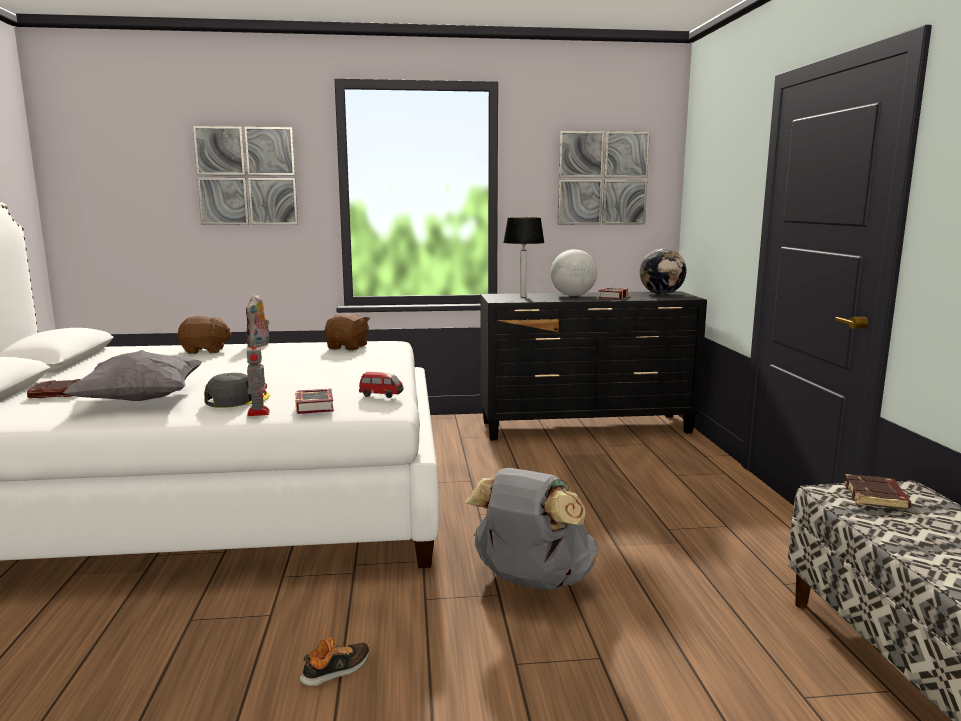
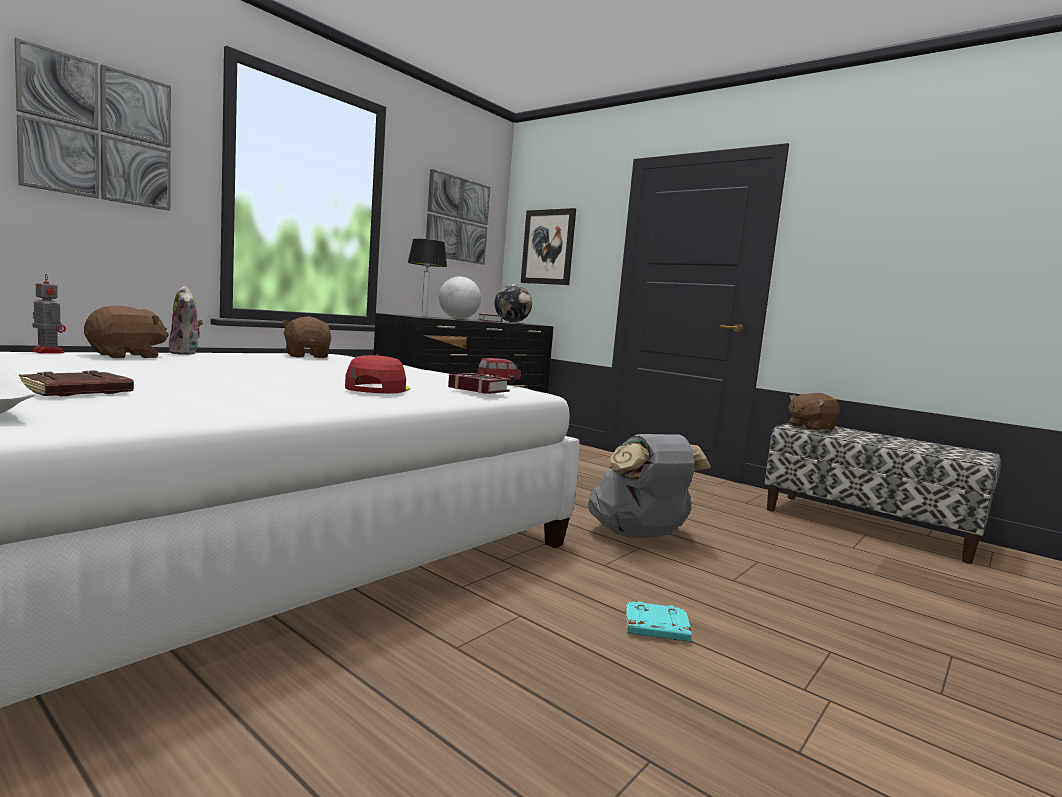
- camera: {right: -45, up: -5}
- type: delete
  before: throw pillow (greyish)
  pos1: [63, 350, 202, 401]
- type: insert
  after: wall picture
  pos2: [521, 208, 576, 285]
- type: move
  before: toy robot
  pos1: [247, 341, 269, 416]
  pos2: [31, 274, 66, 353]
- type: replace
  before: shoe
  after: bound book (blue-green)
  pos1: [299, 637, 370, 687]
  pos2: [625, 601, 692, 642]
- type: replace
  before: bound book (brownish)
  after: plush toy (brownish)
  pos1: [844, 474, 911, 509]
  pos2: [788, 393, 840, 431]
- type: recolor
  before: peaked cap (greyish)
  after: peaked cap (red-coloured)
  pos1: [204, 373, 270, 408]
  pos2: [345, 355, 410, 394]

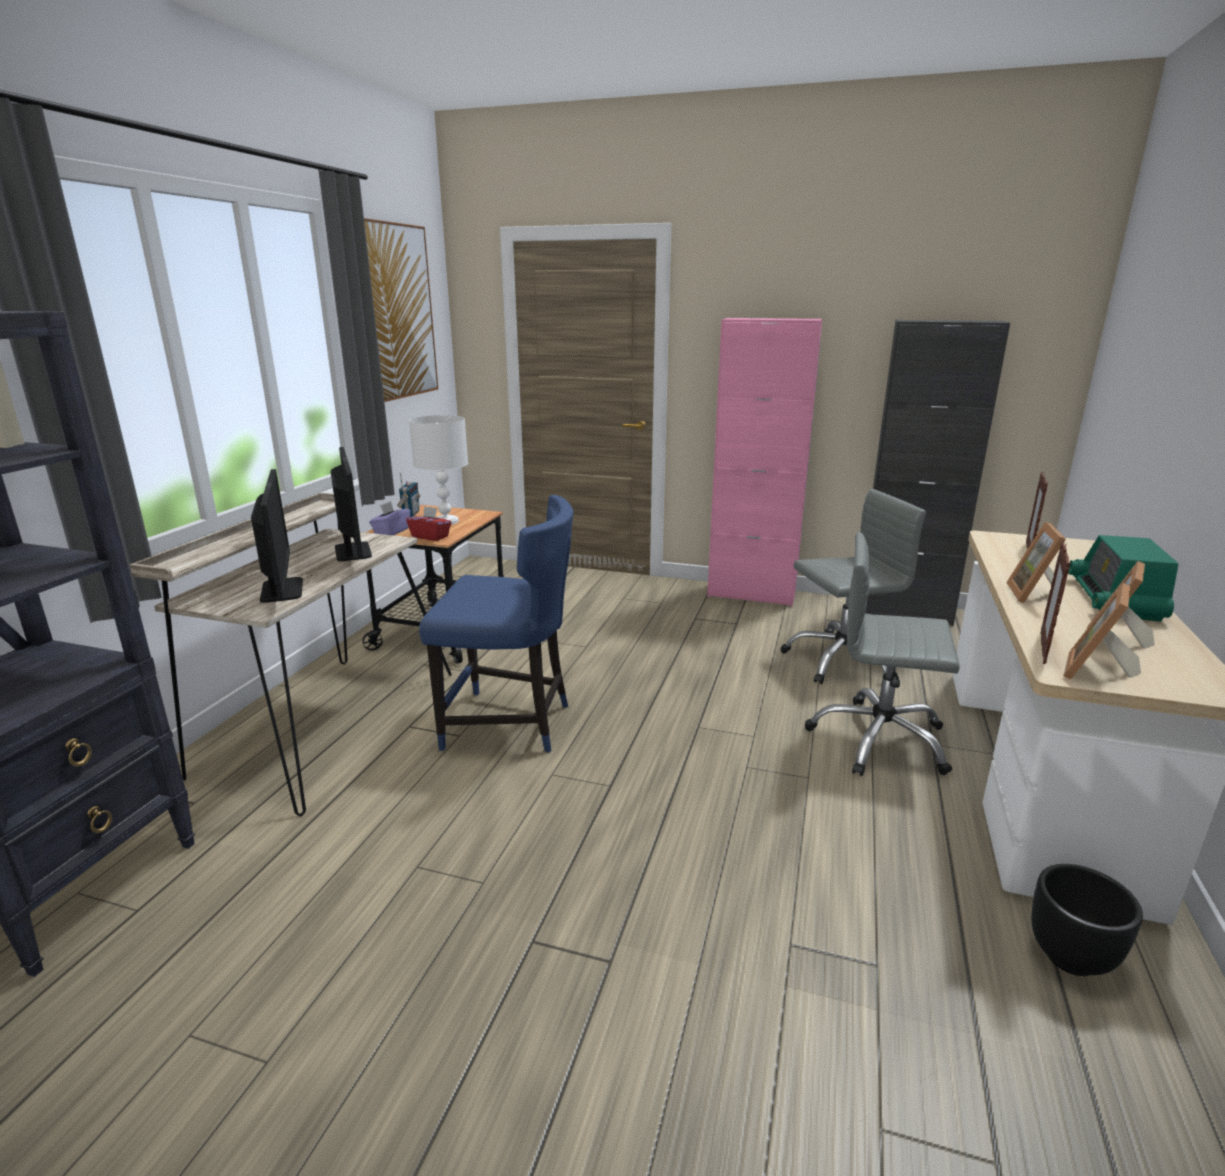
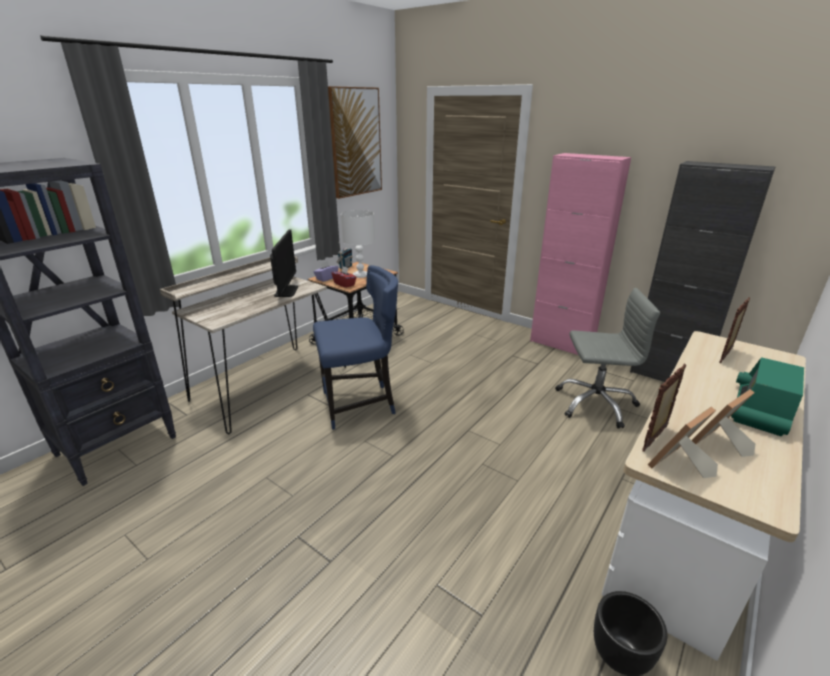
- camera: {right: 20, up: 5}
- type: delete
  before: computer display
  pos1: [251, 469, 303, 603]
- type: delete
  before: office chair (greyish)
  pos1: [805, 532, 960, 776]
- type: delete
  before: photo frame
  pos1: [1006, 522, 1066, 603]
- type: rotate
  before: plain chair (blue-coloured)
  pos1: [419, 495, 574, 753]
  pos2: [313, 265, 398, 430]
  turn: -45

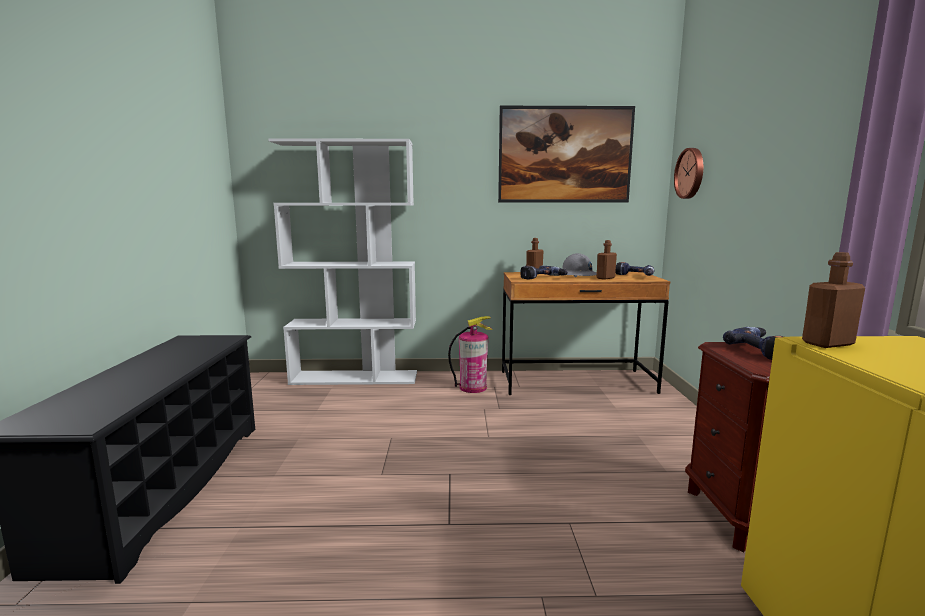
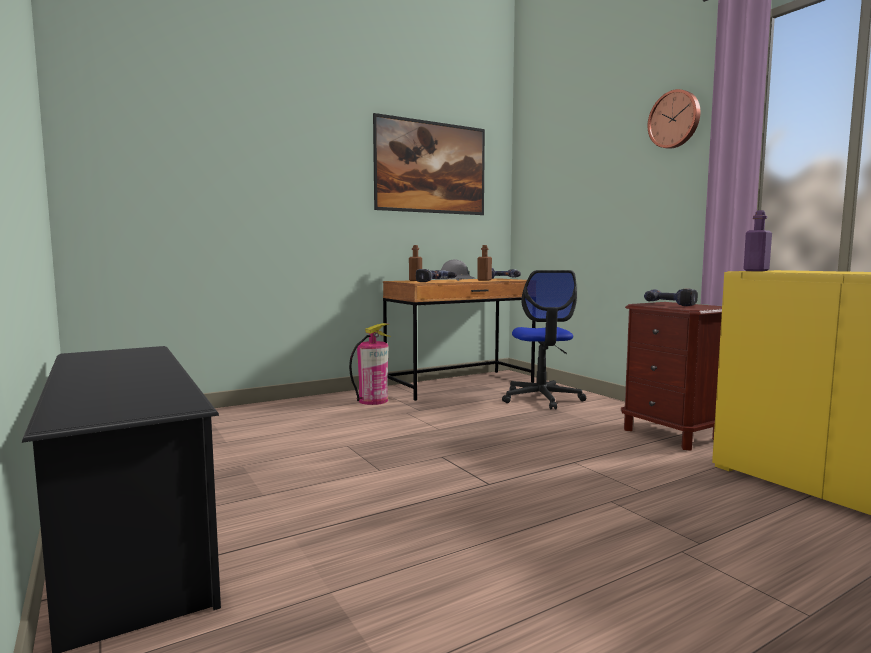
- camera: {right: -30, up: -5}
- type: delete
  before: bookshelf (white-coloured)
  pos1: [268, 138, 417, 385]
- type: insert
  after: office chair
  pos2: [502, 270, 586, 410]
- type: move
  before: clock on the wall
  pos1: [674, 148, 703, 199]
  pos2: [648, 89, 700, 149]
- type: recolor
  before: drink bottle (brownish)
  after: drink bottle (purplish)
  pos1: [802, 252, 865, 348]
  pos2: [743, 210, 772, 271]

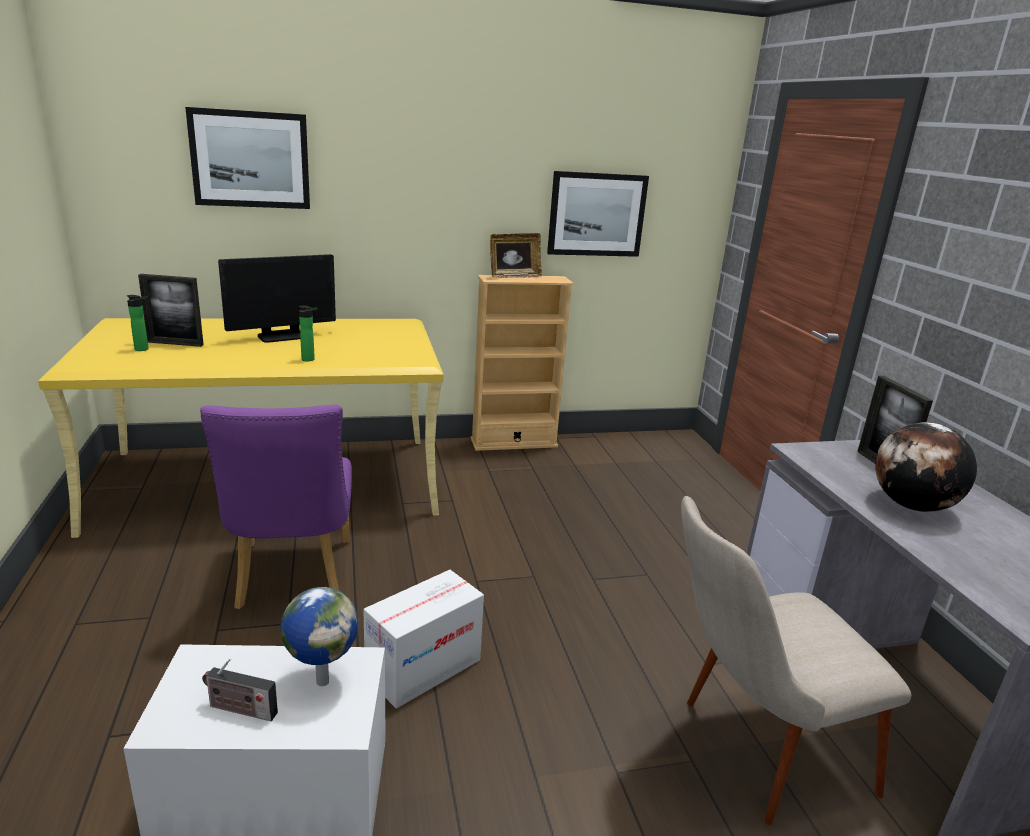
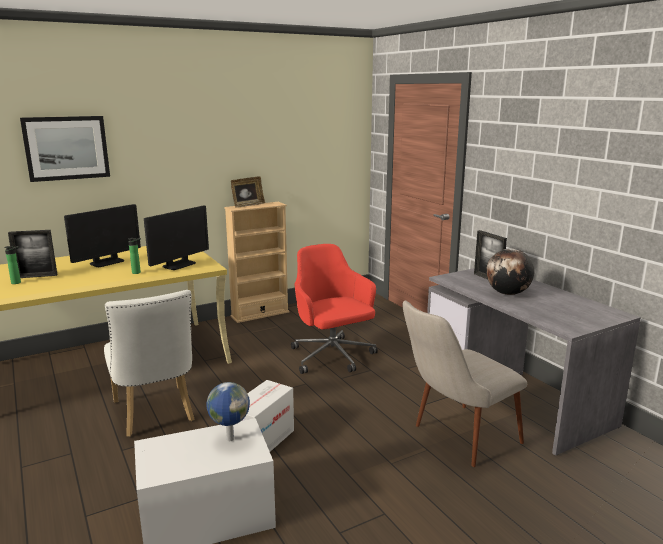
- camera: {right: -15, up: -5}
- type: delete
  before: radio receiver
  pos1: [202, 658, 278, 721]
- type: delete
  before: wall picture
  pos1: [547, 171, 649, 257]
- type: insert
  after: computer display
  pos2: [144, 205, 209, 270]
- type: insert
  after: office chair (red-coloured)
  pos2: [291, 244, 378, 374]
- type: recolor
  before: plain chair (purplish)
  after: plain chair (white-coloured)
  pos1: [200, 405, 352, 609]
  pos2: [104, 290, 195, 437]

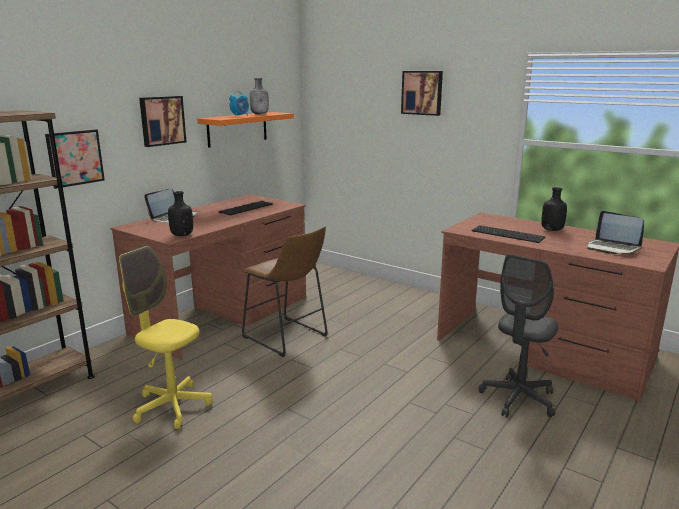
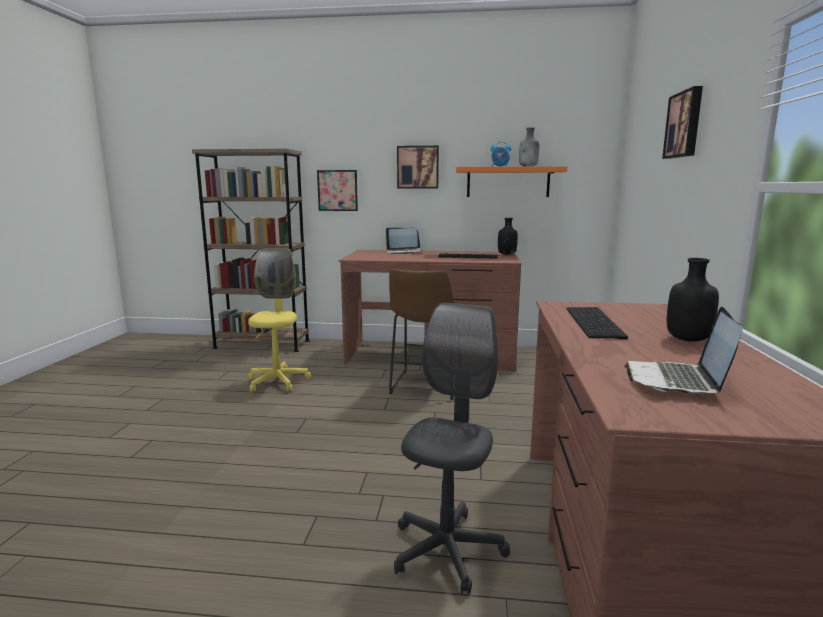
- camera: {right: 60, up: -5}
- type: move
  before: drink bottle (black-coloured)
  pos1: [168, 191, 193, 236]
  pos2: [498, 218, 518, 255]
- type: rotate
  before: office chair (greyish)
  pos1: [479, 255, 558, 417]
  pos2: [394, 303, 510, 594]
  turn: 105

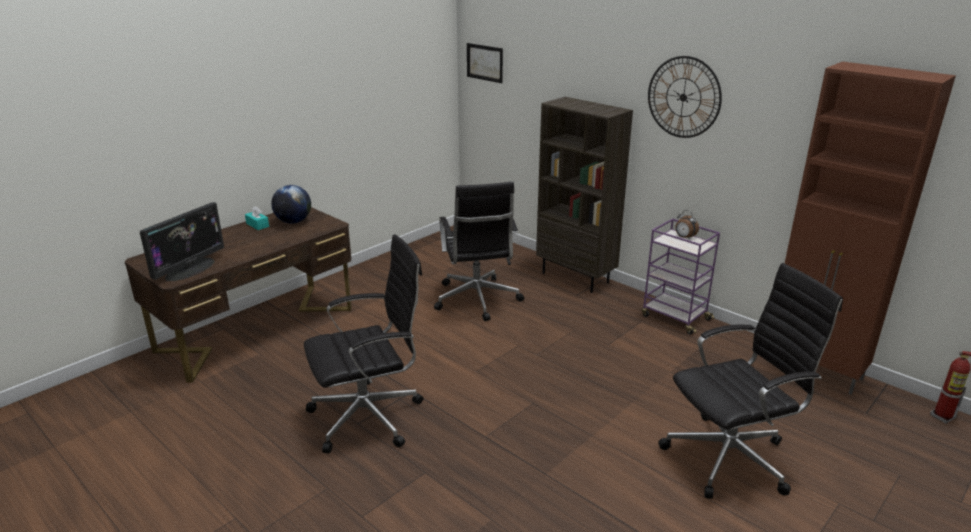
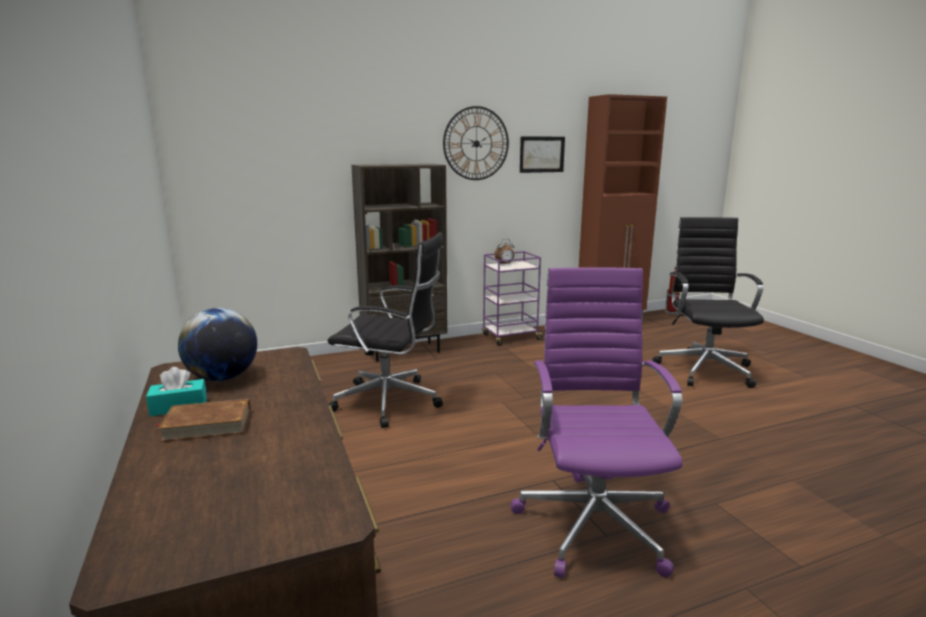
- camera: {right: -65, up: -10}
- type: delete
  before: computer display
  pos1: [140, 202, 224, 281]
- type: insert
  after: bound book (brownish)
  pos2: [155, 399, 251, 442]
- type: move
  before: wall picture
  pos1: [467, 43, 503, 83]
  pos2: [520, 136, 565, 173]
- type: recolor
  before: office chair (black-coloured)
  after: office chair (purplish)
  pos1: [304, 234, 423, 453]
  pos2: [511, 267, 683, 578]

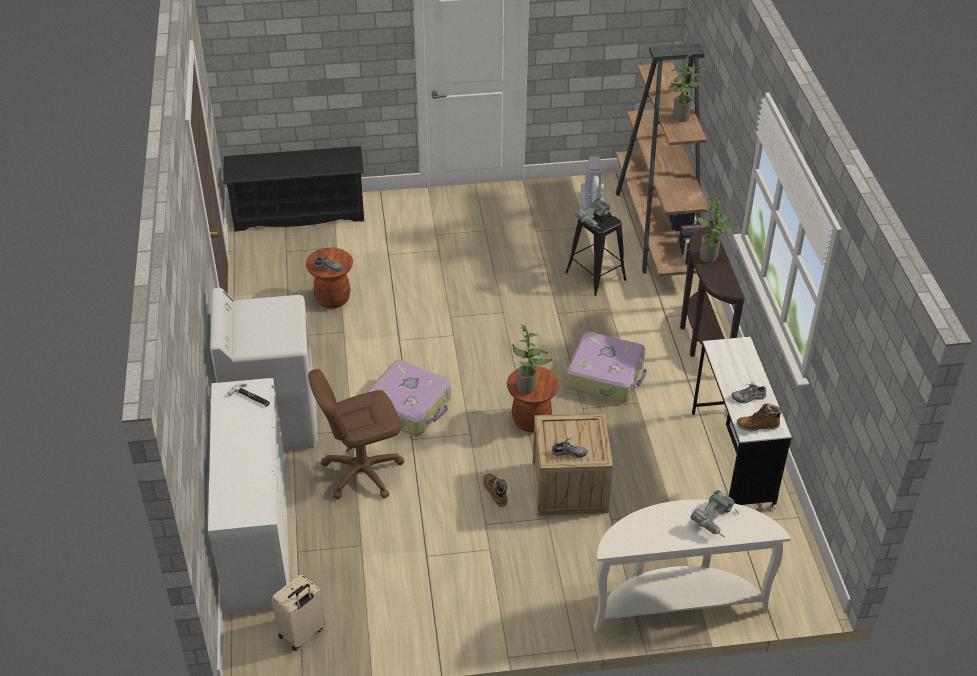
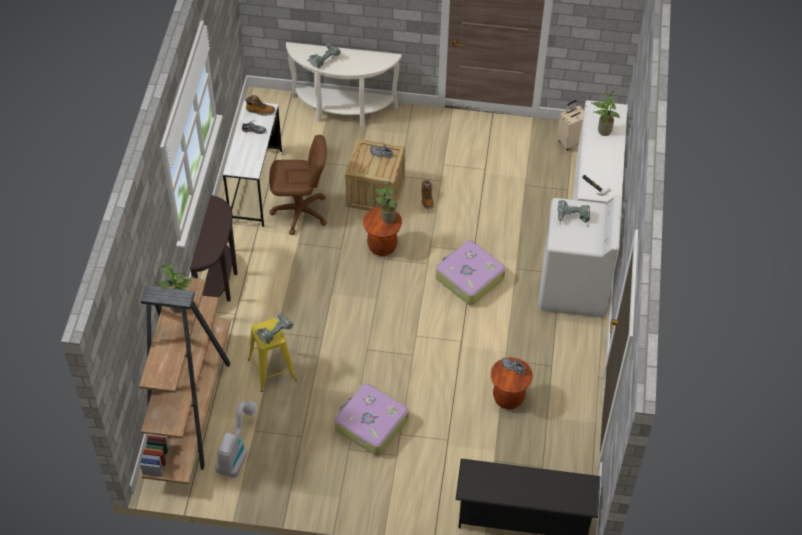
- camera: {right: -165, up: 10}
- type: insert
  after: electric drill
  pos2: [557, 200, 590, 227]
- type: move
  before: office chair (brownish)
  pos1: [308, 369, 404, 499]
  pos2: [269, 135, 327, 235]
- type: move
  before: suitcase
  pos1: [566, 332, 647, 402]
  pos2: [335, 384, 409, 456]
- type: move
  before: houseplant
  pos1: [695, 192, 738, 263]
  pos2: [591, 91, 620, 136]
- type: recolor
  before: stool (black-coloured)
  after: stool (yellow)
  pos1: [565, 212, 627, 296]
  pos2: [248, 318, 297, 392]

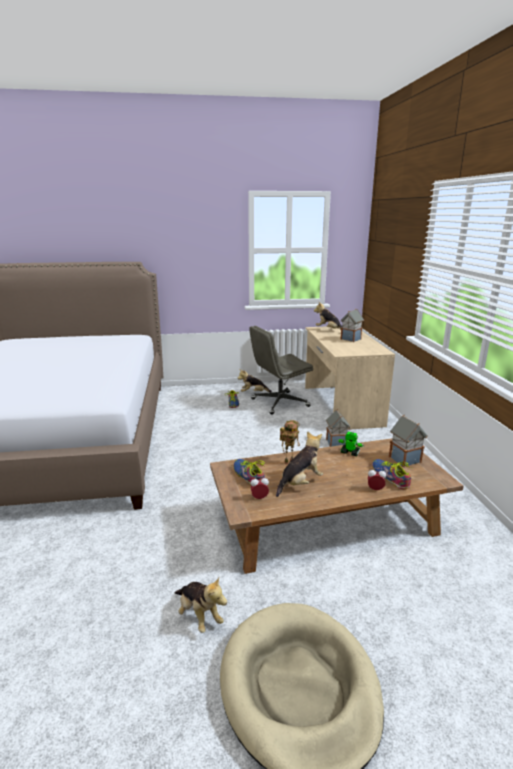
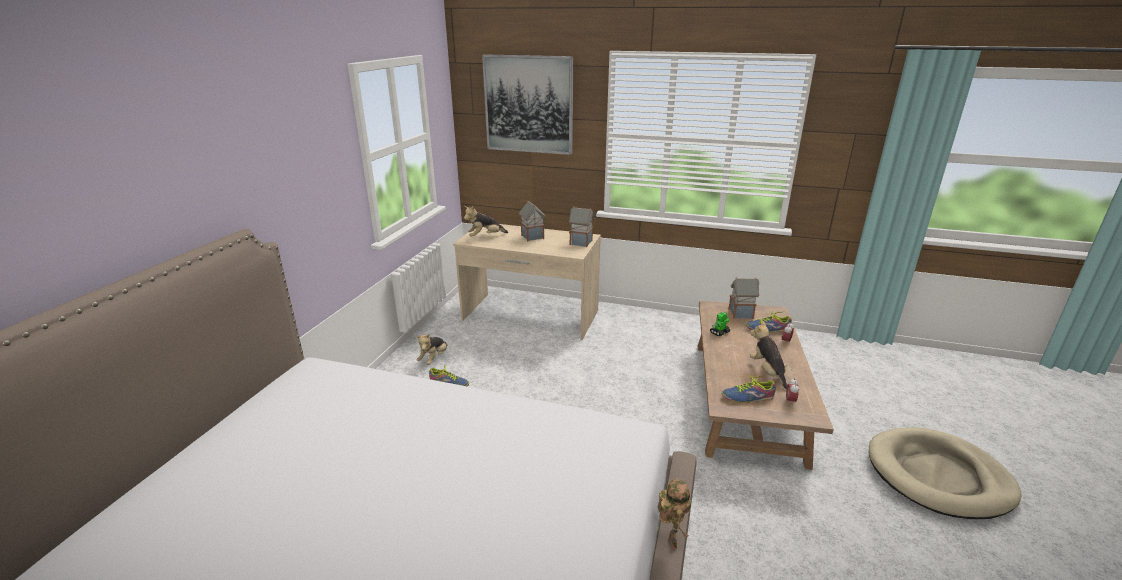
- camera: {right: -65, up: 5}
- type: delete
  before: plush toy
  pos1: [175, 578, 227, 633]
- type: delete
  before: office chair (greyish)
  pos1: [249, 326, 313, 415]
- type: insert
  after: wall picture
  pos2: [482, 54, 573, 155]
- type: move
  before: toy robot
  pos1: [280, 420, 300, 465]
  pos2: [658, 478, 691, 549]
- type: move
  before: toy house
  pos1: [326, 409, 350, 447]
  pos2: [569, 206, 595, 247]

